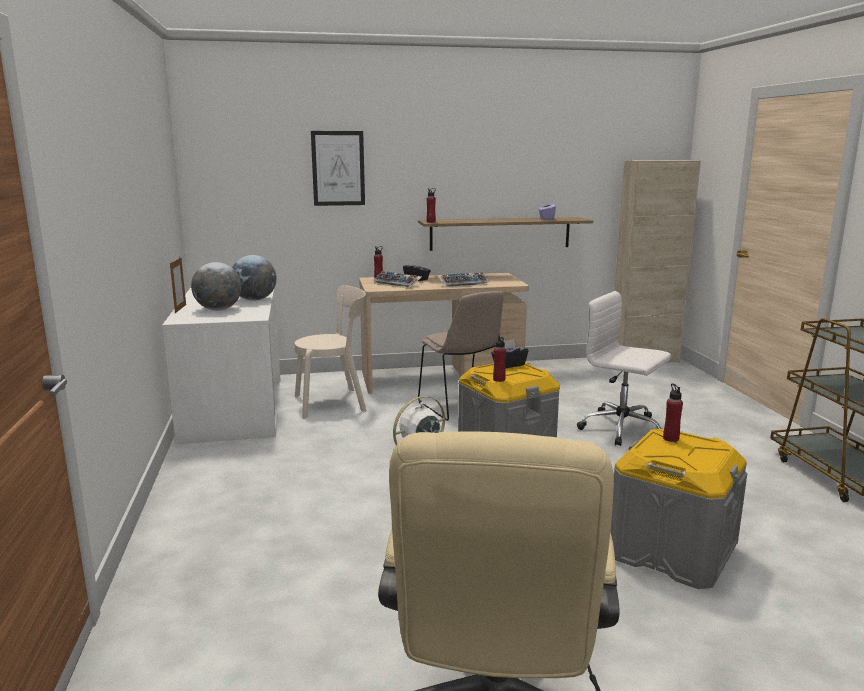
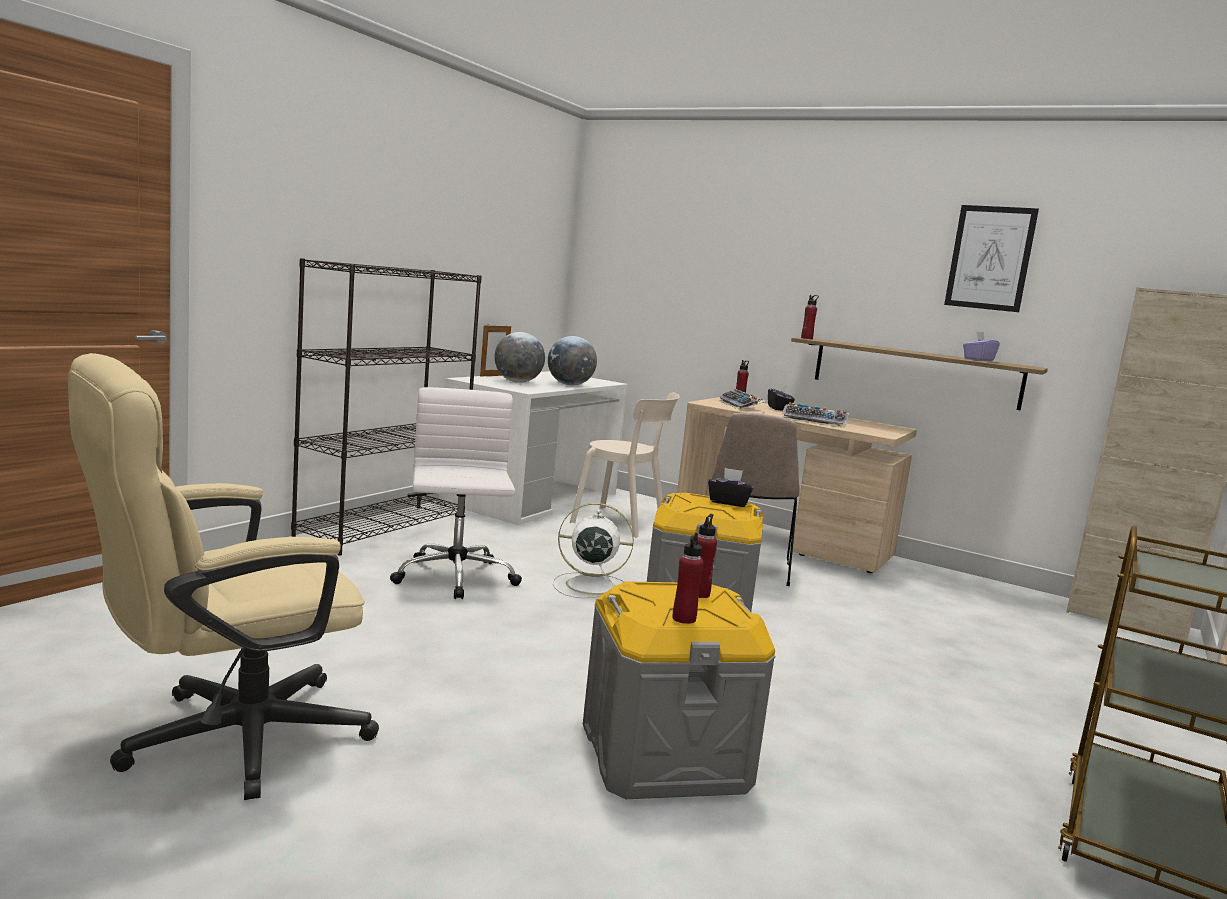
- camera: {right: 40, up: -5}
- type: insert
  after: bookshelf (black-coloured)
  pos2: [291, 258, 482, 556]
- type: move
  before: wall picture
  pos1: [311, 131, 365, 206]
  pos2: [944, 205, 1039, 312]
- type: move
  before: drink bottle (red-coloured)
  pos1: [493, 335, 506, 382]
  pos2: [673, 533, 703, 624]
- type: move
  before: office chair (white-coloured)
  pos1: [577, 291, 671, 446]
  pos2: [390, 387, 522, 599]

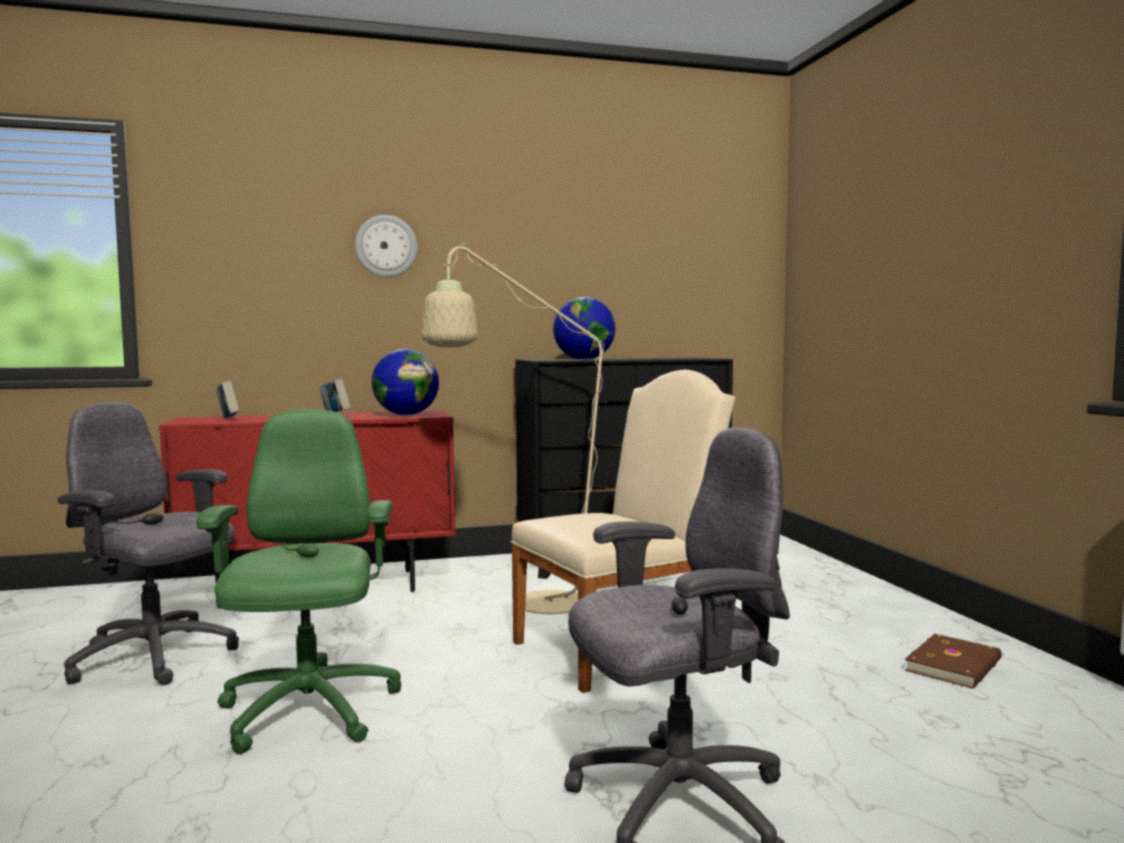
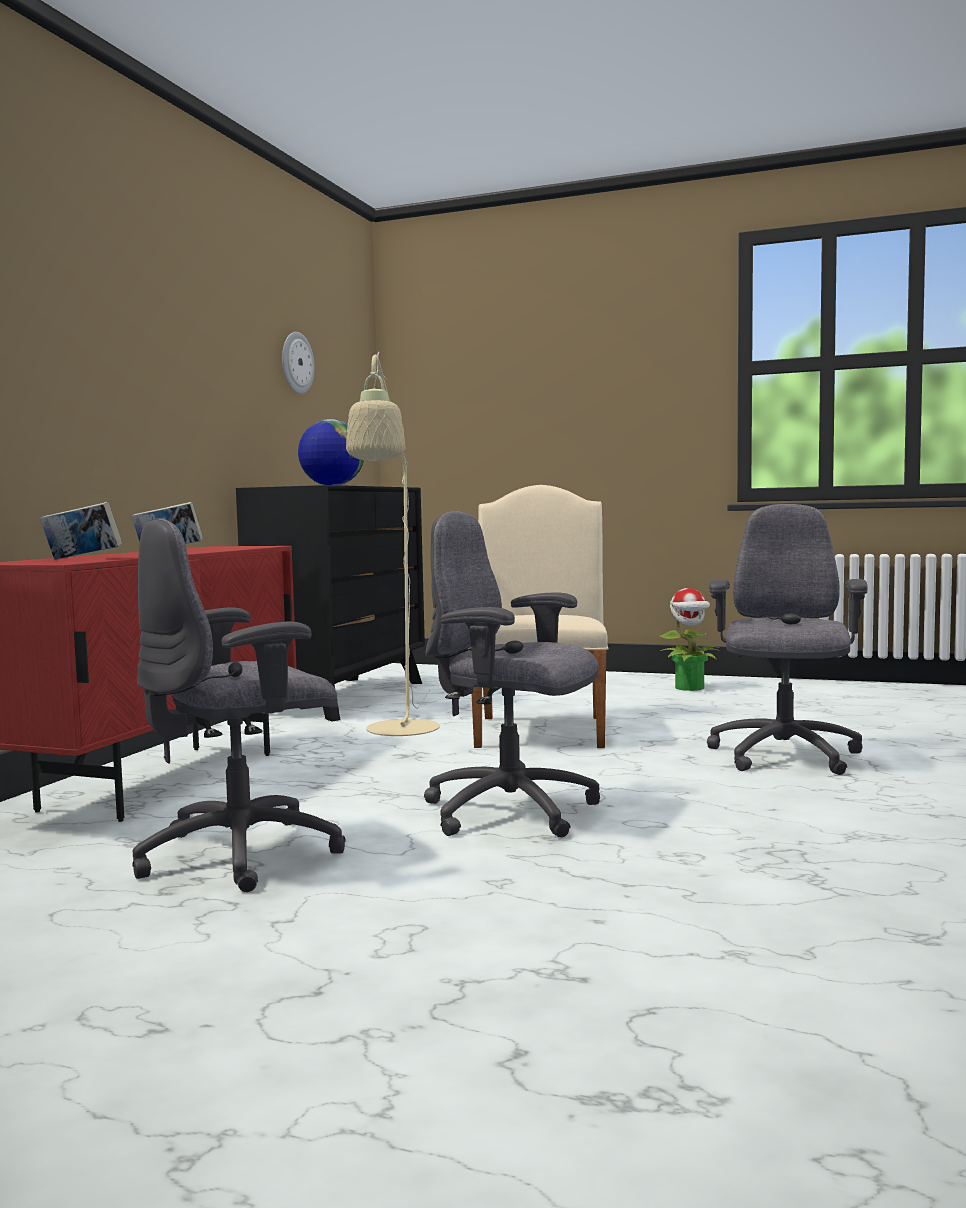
- camera: {right: -55, up: 0}
- type: delete
  before: world globe
  pos1: [372, 349, 439, 415]
- type: move
  before: clock on the wall
  pos1: [355, 215, 418, 277]
  pos2: [282, 332, 315, 394]
- type: replace
  before: bound book (brownish)
  after: houseplant
  pos1: [904, 634, 1002, 688]
  pos2: [659, 588, 719, 691]
- type: recolor
  before: office chair (green)
  after: office chair (greyish)
  pos1: [197, 409, 401, 754]
  pos2: [424, 512, 600, 837]

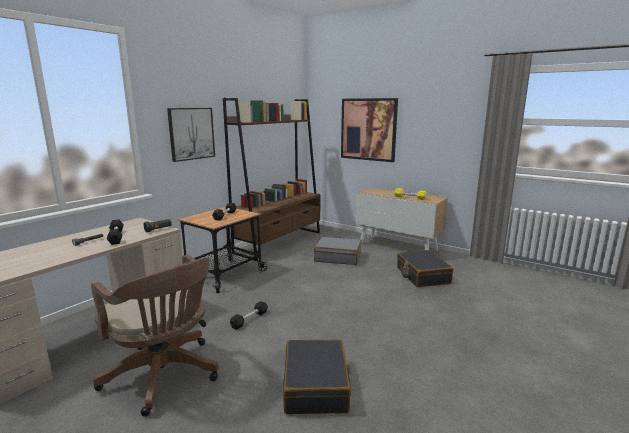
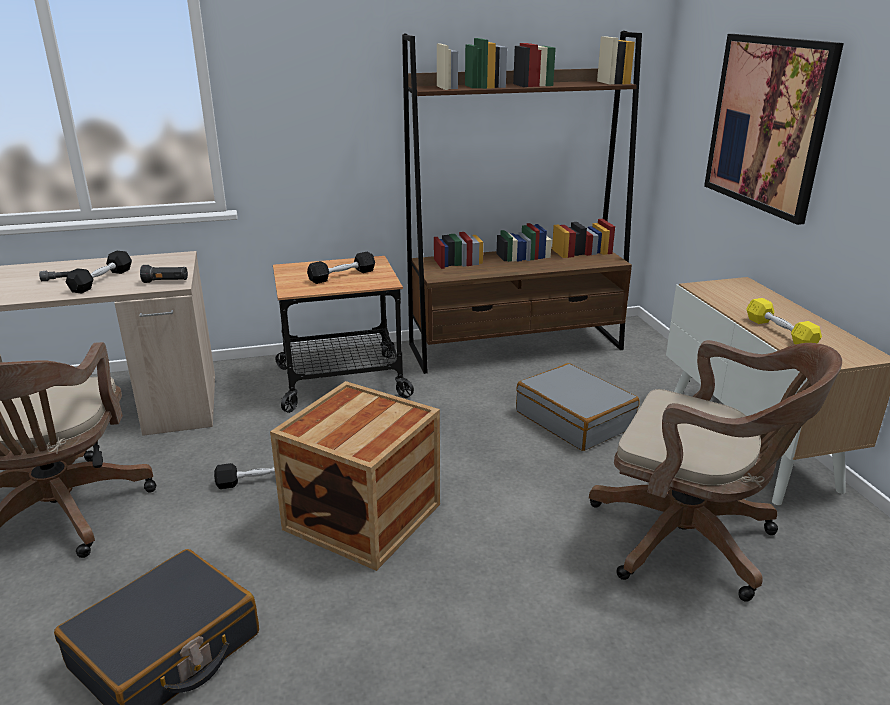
- camera: {right: 40, up: 10}
- type: delete
  before: wall picture
  pos1: [167, 108, 215, 162]
- type: insert
  after: packing crate
  pos2: [270, 381, 440, 571]
- type: replace
  before: suitcase (black-coloured)
  after: office chair (brownish)
  pos1: [397, 250, 453, 287]
  pos2: [589, 340, 842, 602]

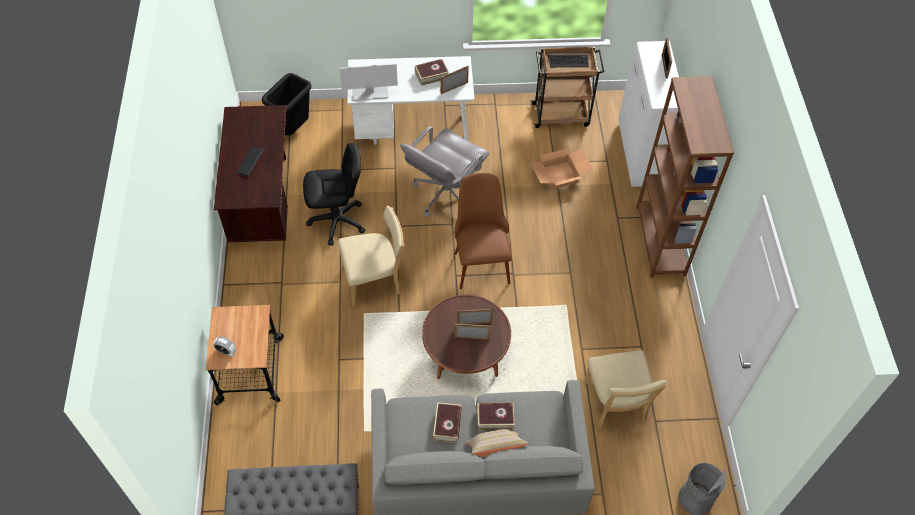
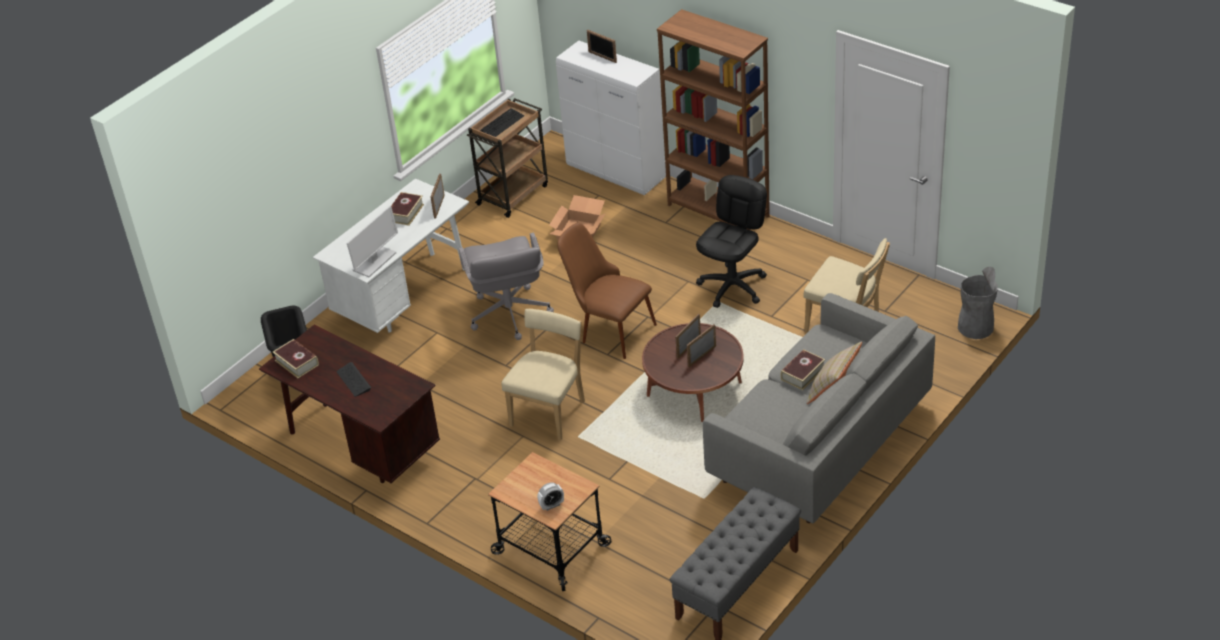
- camera: {right: -45, up: -15}
- type: move
  before: office chair (black-coloured)
  pos1: [303, 143, 365, 246]
  pos2: [696, 175, 767, 308]
- type: move
  before: bound book
  pos1: [433, 402, 462, 443]
  pos2: [273, 339, 319, 378]

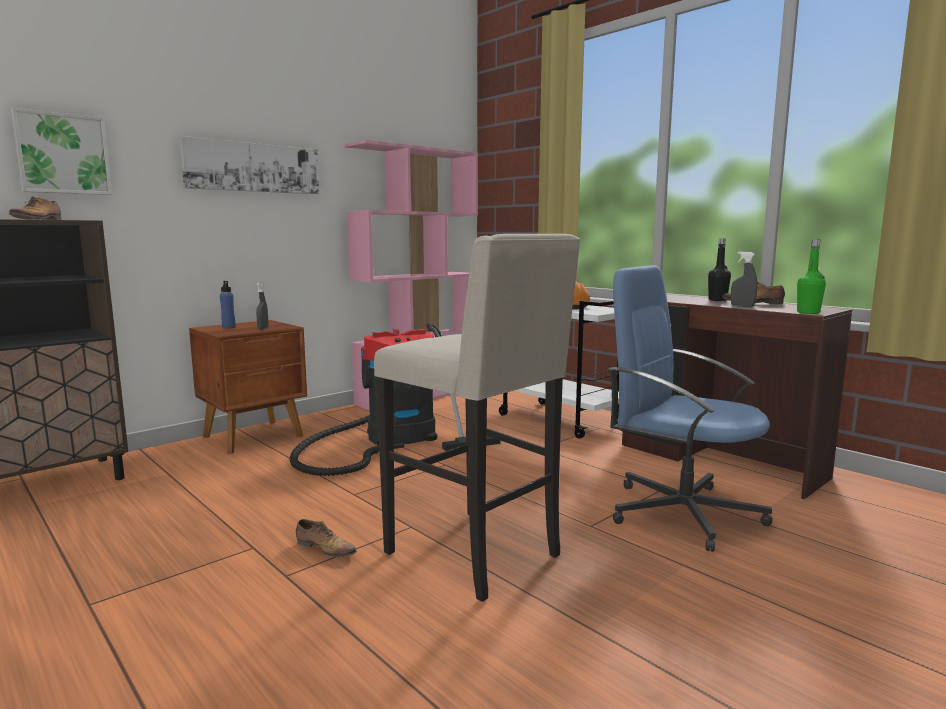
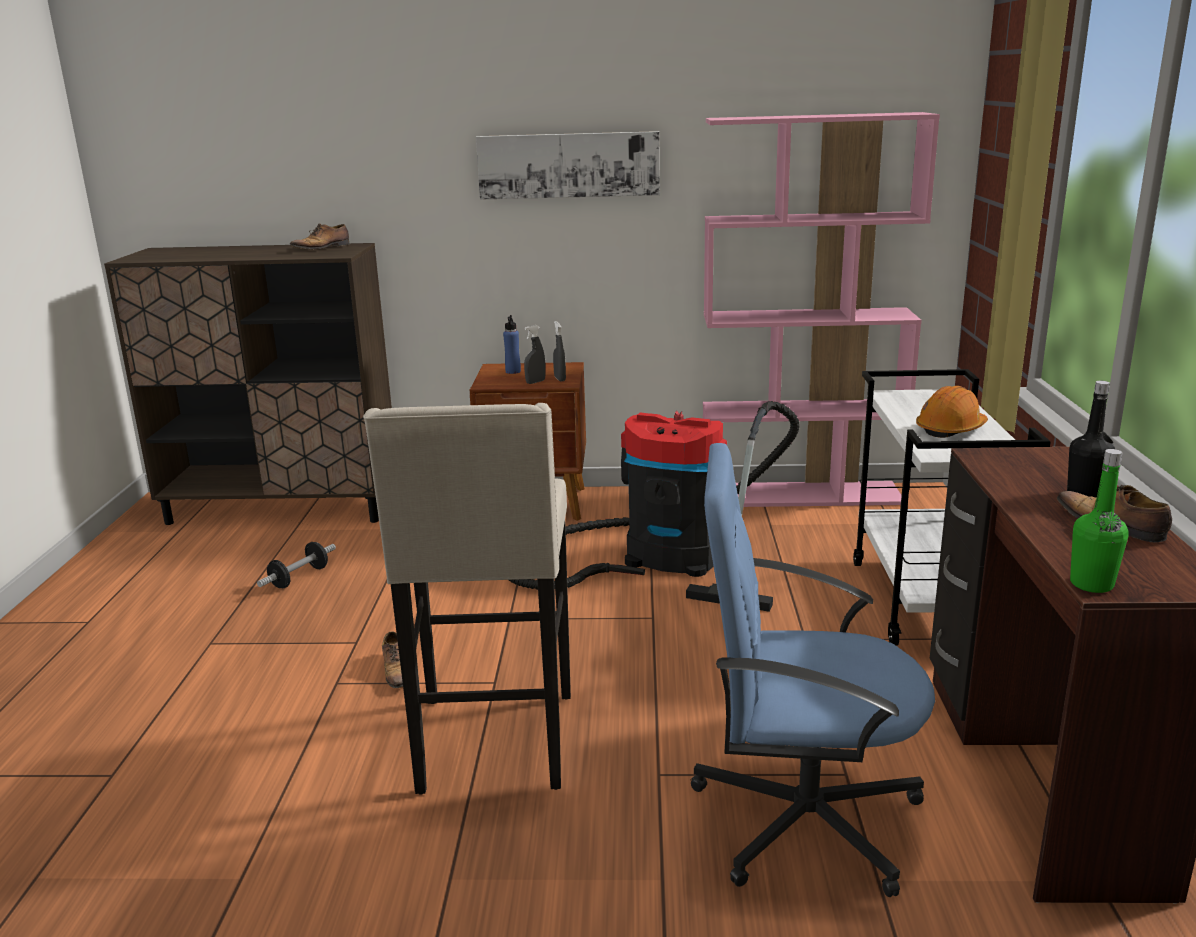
- camera: {right: 45, up: 10}
- type: delete
  before: wall picture
  pos1: [11, 108, 112, 195]
- type: insert
  after: hand weight
  pos2: [257, 542, 336, 588]
- type: move
  before: sprayer (greyish)
  pos1: [731, 251, 758, 307]
  pos2: [553, 321, 566, 381]
- type: rotate
  before: office chair (blue-coloured)
  pos1: [608, 265, 773, 552]
  pos2: [690, 443, 935, 897]
  turn: -75

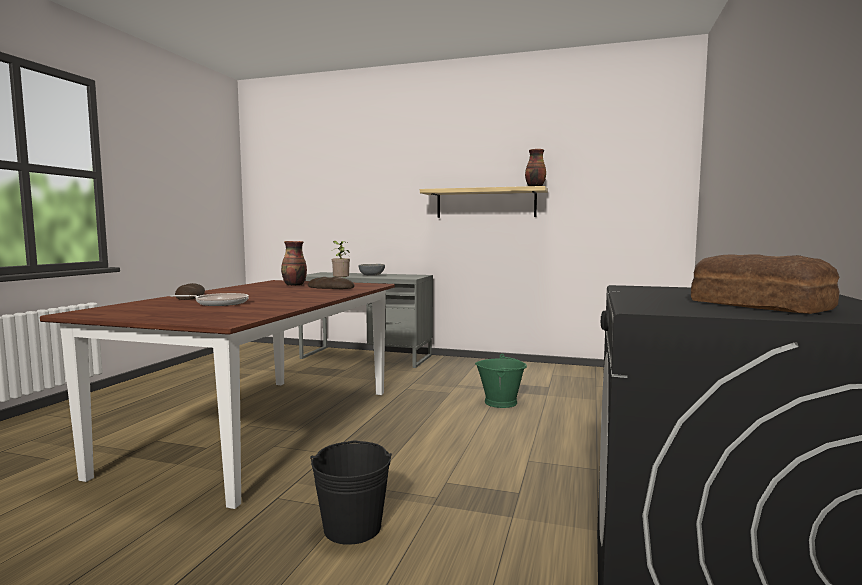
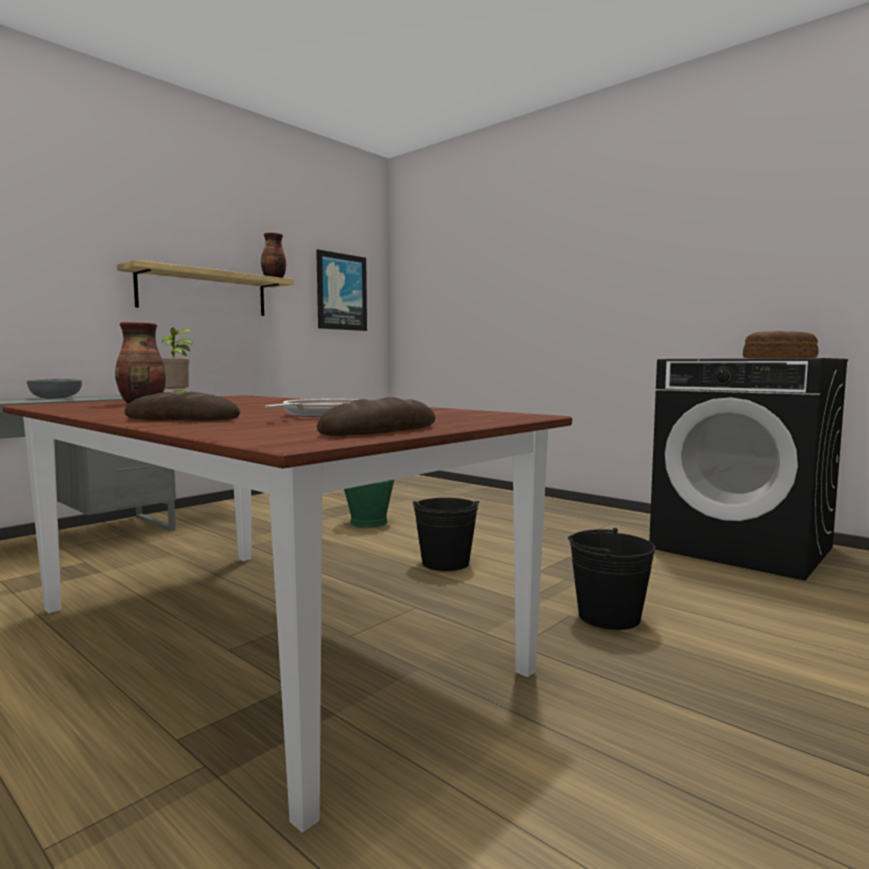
- camera: {right: -65, up: 0}
- type: insert
  after: wall picture
  pos2: [316, 250, 367, 331]
- type: insert
  after: pail (black-coloured)
  pos2: [413, 498, 479, 571]
- type: move
  before: baked bread
  pos1: [308, 277, 354, 289]
  pos2: [317, 397, 435, 436]

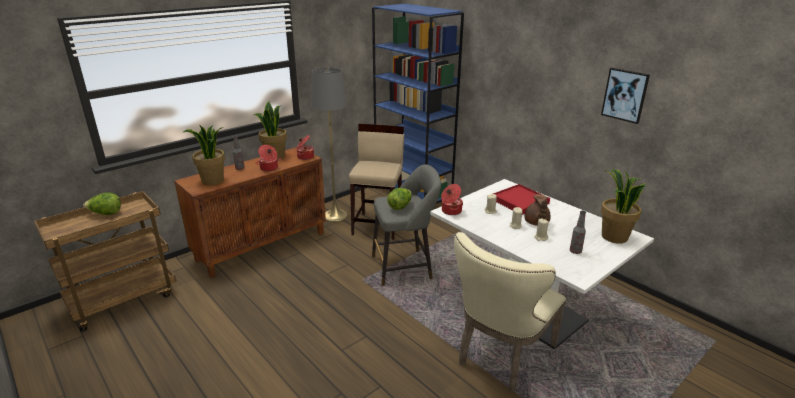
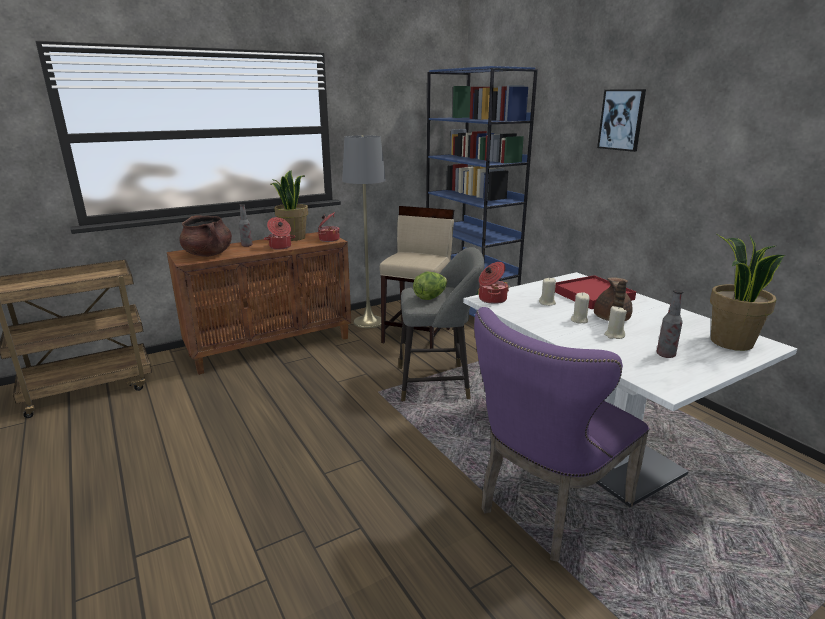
- camera: {right: 10, up: -5}
- type: delete
  before: lettuce
  pos1: [83, 192, 121, 215]
- type: move
  before: wall picture
  pos1: [601, 68, 650, 124]
  pos2: [597, 89, 646, 152]
- type: replace
  before: houseplant
  after: saucepot (brownish)
  pos1: [183, 125, 225, 185]
  pos2: [179, 215, 232, 257]
- type: recolor
  before: plain chair (sand-coloured)
  after: plain chair (purplish)
  pos1: [454, 232, 566, 392]
  pos2: [474, 307, 649, 562]

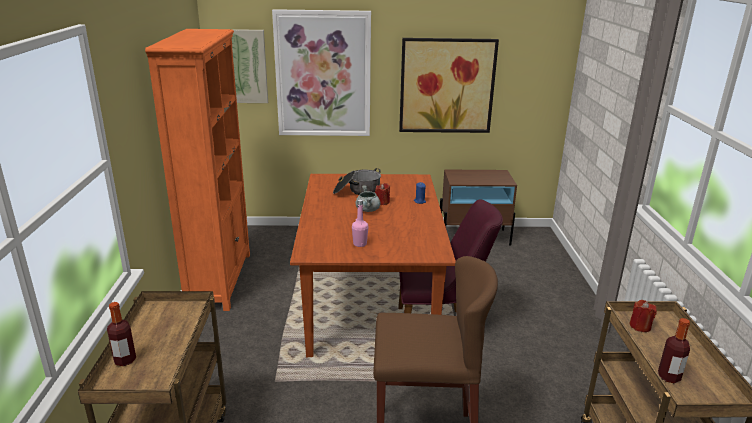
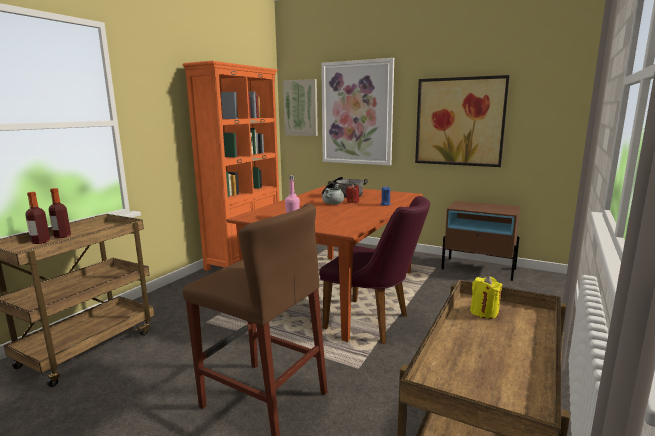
- camera: {right: 30, up: -10}
- type: move
  before: drink bottle
  pos1: [658, 318, 690, 383]
  pos2: [48, 188, 71, 238]
- type: recolor
  before: wax light (red-coloured)
  after: wax light (yellow)
  pos1: [630, 300, 657, 332]
  pos2: [470, 276, 503, 319]

